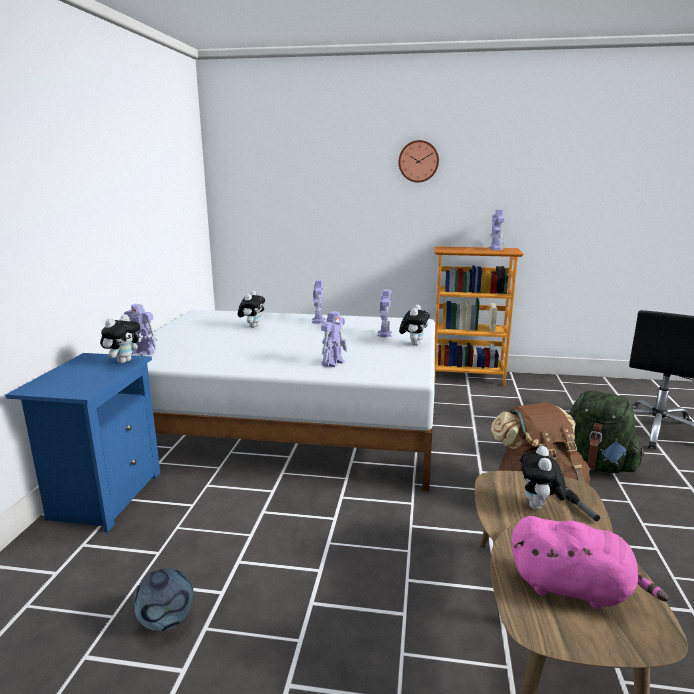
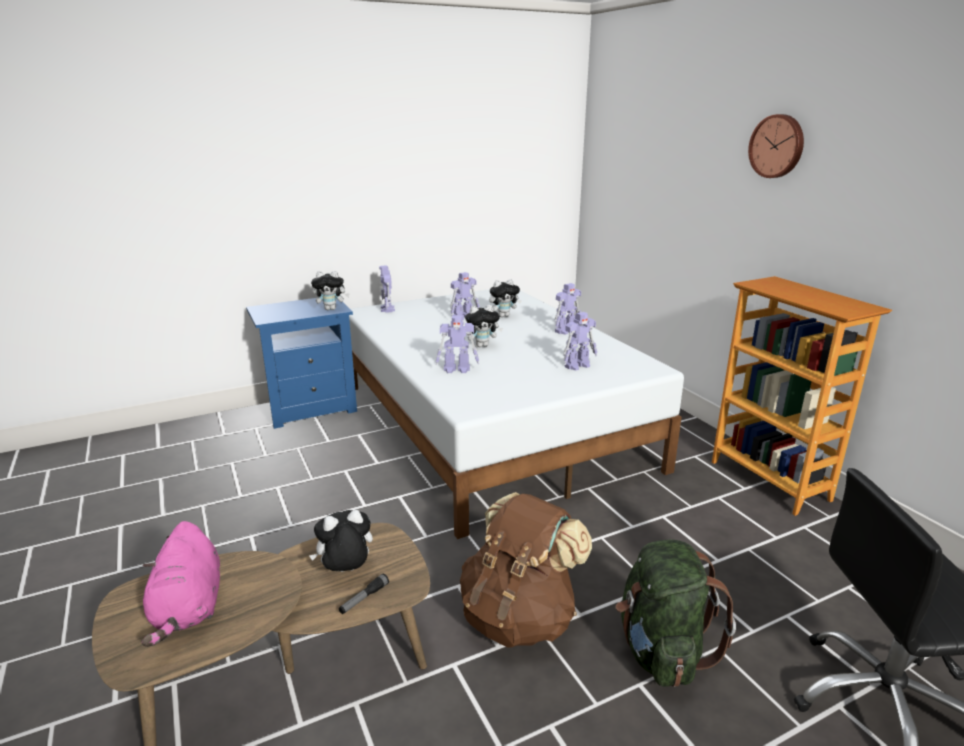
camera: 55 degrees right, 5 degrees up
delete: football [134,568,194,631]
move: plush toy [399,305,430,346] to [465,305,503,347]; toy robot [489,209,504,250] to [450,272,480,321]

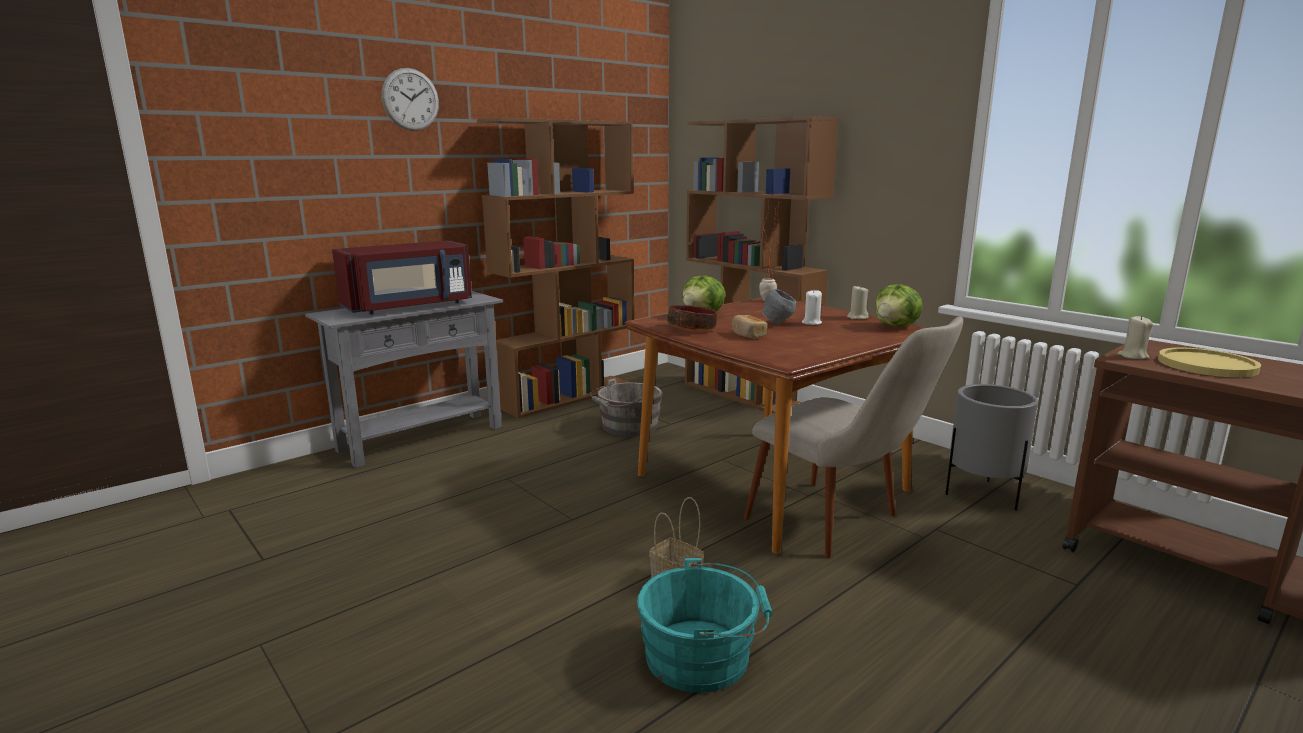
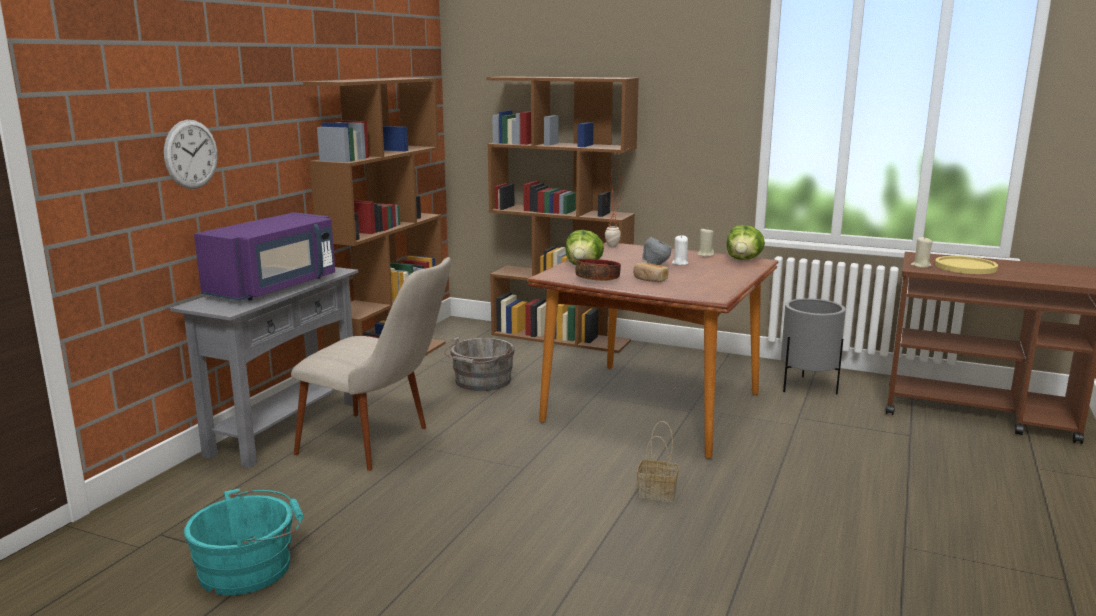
camera: 25 degrees left, 0 degrees up
move: wall clock [382,68,439,131] to [164,120,218,189]; turquoise bucket [637,558,773,693] to [184,489,304,595]; beige chair [744,317,963,558] to [291,257,451,471]
recolor: red microwave [332,240,472,314] to purple microwave [194,212,335,301]

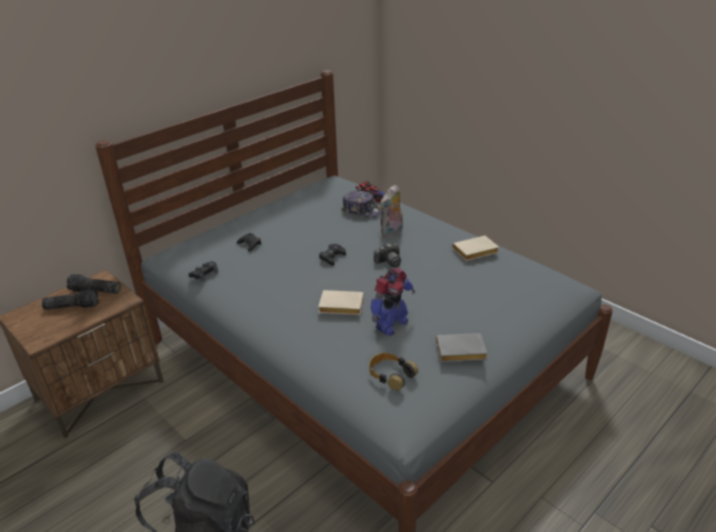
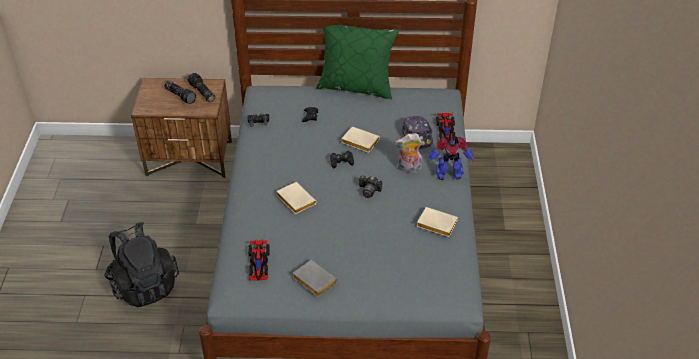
camera: 45 degrees right, 10 degrees up
insert: green pillow [316,25,399,100]; beige book [341,126,380,153]
move: toy robot [371,268,416,336] to [427,137,474,180]
replace: headphones [369,353,418,391] to toy car [248,240,270,281]

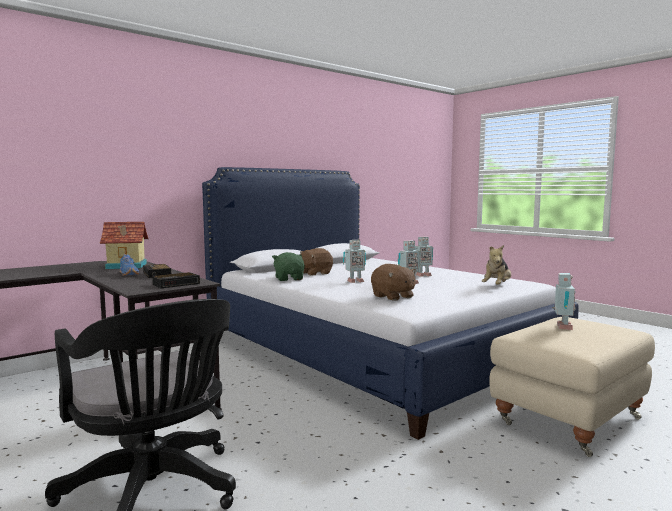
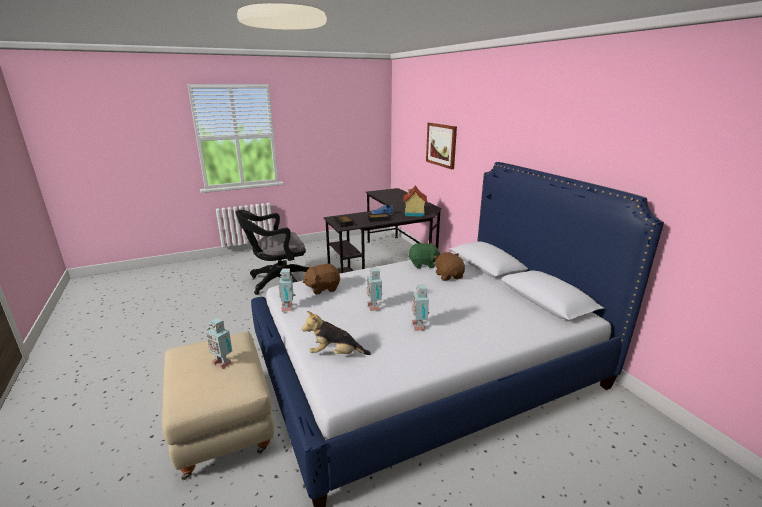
camera: 105 degrees right, 15 degrees up
insert: picture [426,123,457,169]
move: toy robot [343,240,366,283] to [279,269,295,312]
rotate: plush toy [482,245,511,285] = [302,311,371,355] 45 degrees counterclockwise

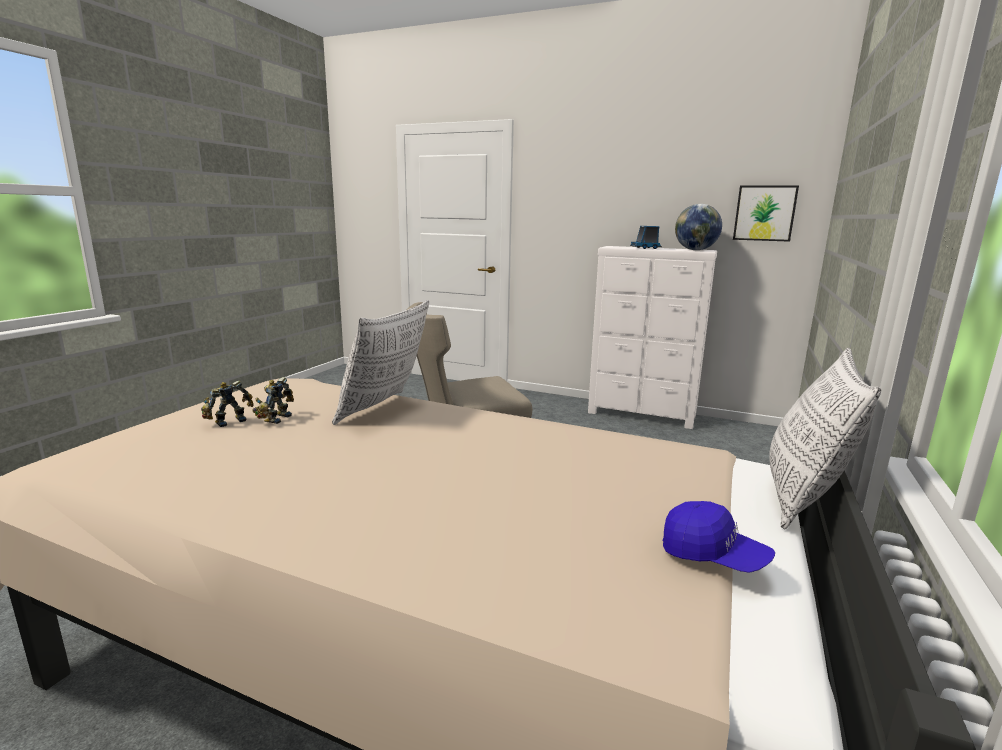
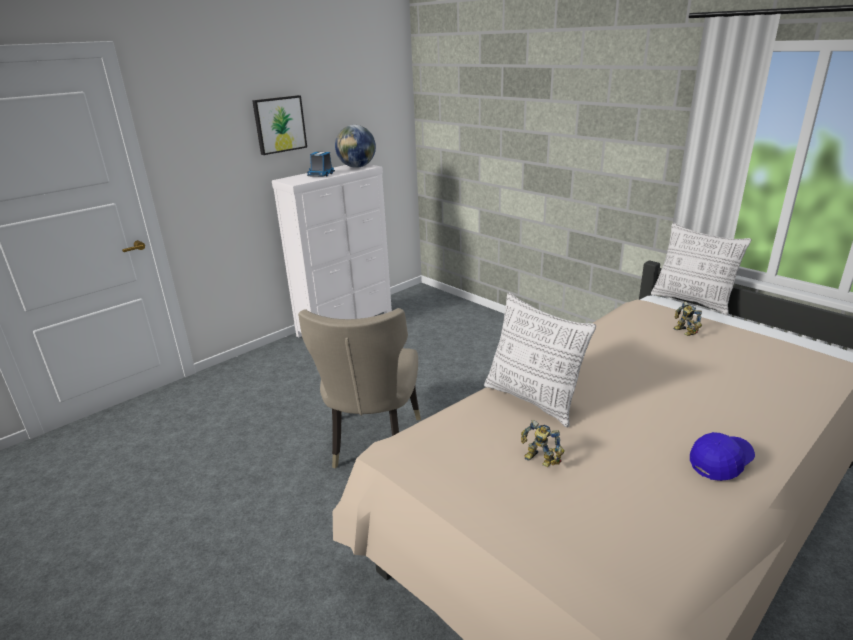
camera: 65 degrees left, 10 degrees up
move: toy robot [201,381,254,427] to [674,301,702,336]; blue cap [663,501,775,573] to [690,432,755,481]; picture [733,186,799,242] to [252,95,307,155]

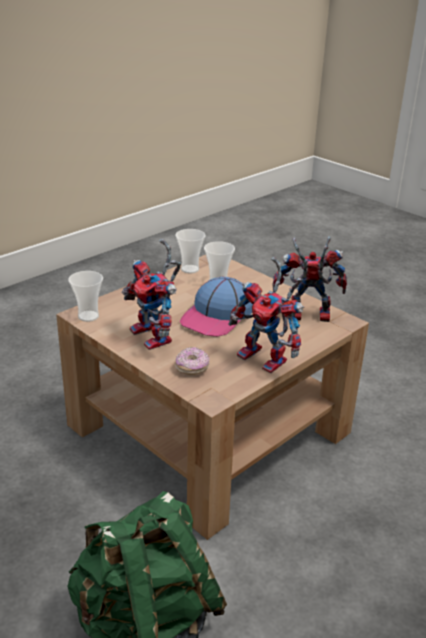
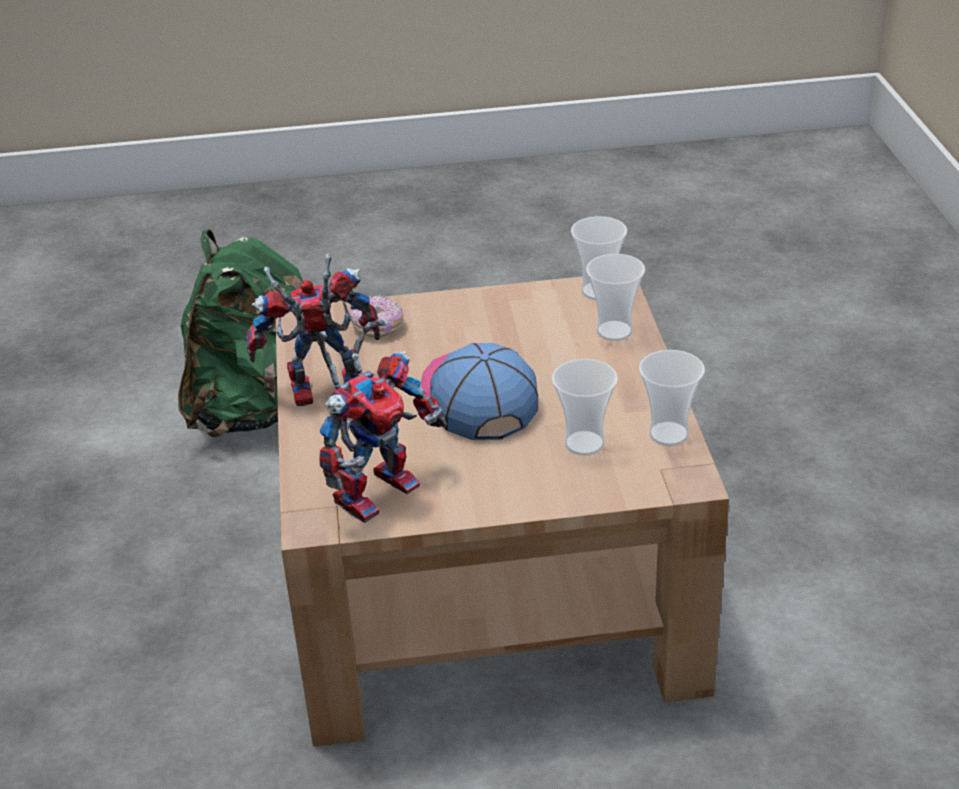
camera: 130 degrees right, 5 degrees up
delete: toy robot [122,239,181,350]
insert: cup [586,254,645,341]

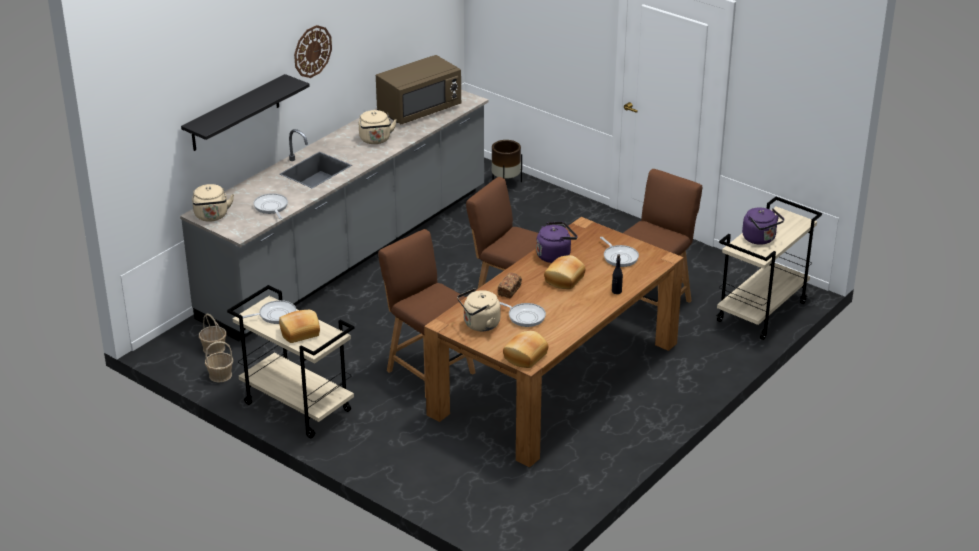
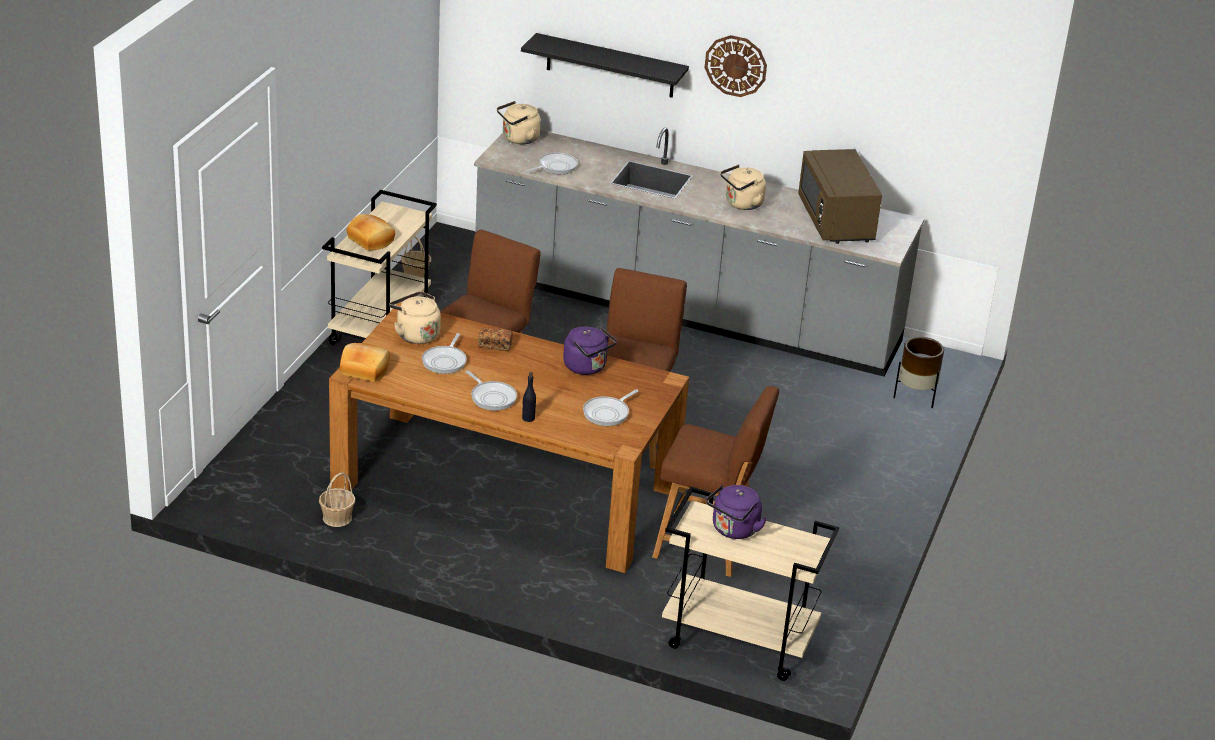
camera: 70 degrees right, 0 degrees up
delete: bread [544,255,586,289]
move: basket [199,314,226,355] to [319,472,355,527]; frying pan [243,300,296,324] to [466,370,517,411]
rotate: brown microwave [376,55,461,124] = [798,149,882,244] 45 degrees clockwise

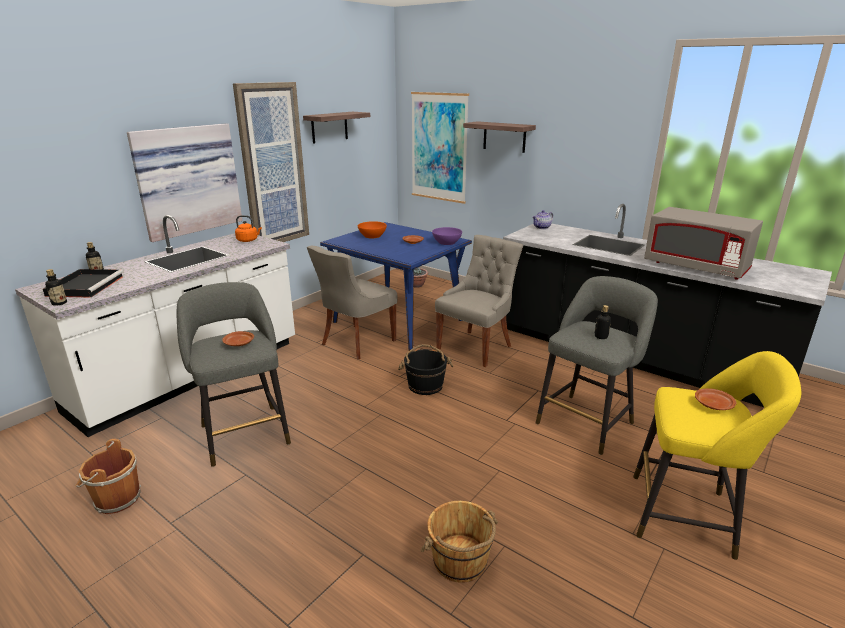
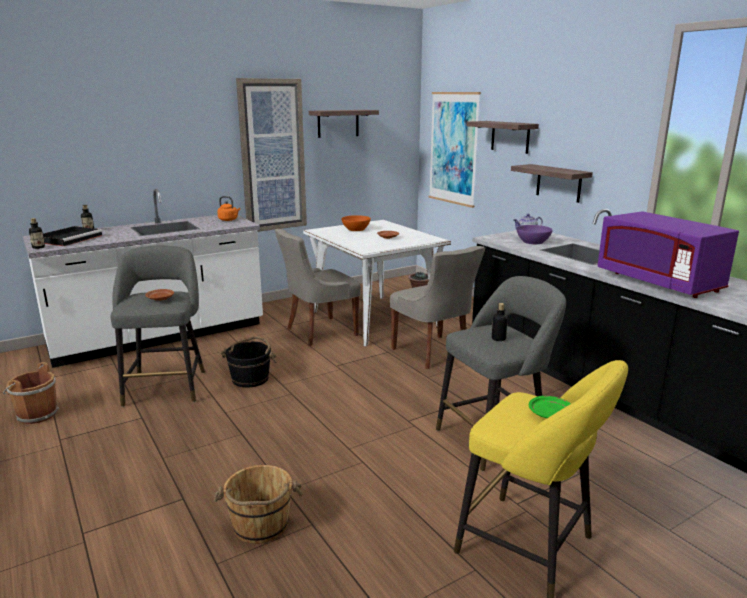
camera: 20 degrees right, 5 degrees down
delete: picture [127,123,242,242]
insert: shelf [511,164,593,203]
move: black bucket [398,344,454,395] to [221,336,276,388]; purple bowl [432,227,462,245] to [516,225,553,244]
recolor: blue dining table [320,222,472,350] to white dining table [303,220,451,346]; grey microwave [644,207,763,280] to purple microwave [598,211,739,298]; brown plate [695,388,736,410] to green plate [529,396,571,418]
rotate: grey chair [435,235,523,367] = [390,246,485,369] 90 degrees clockwise

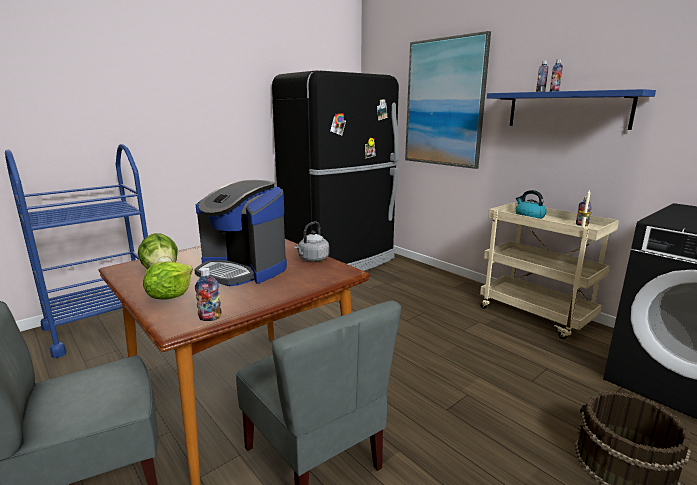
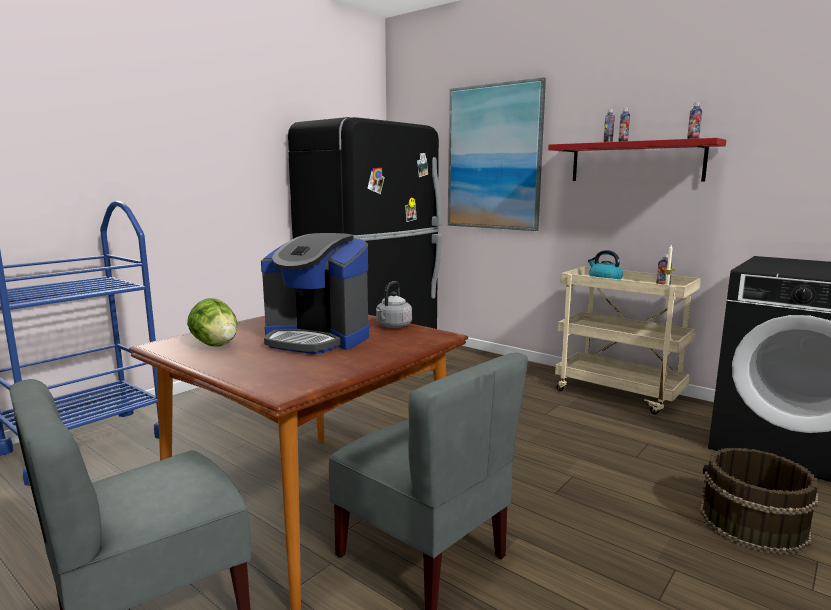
camera: 10 degrees left, 5 degrees down
delete: lettuce [143,261,193,300]
move: bottle [195,268,222,321] to [687,102,702,139]
recolor: blue shelf [487,89,656,130] to red shelf [548,138,726,182]

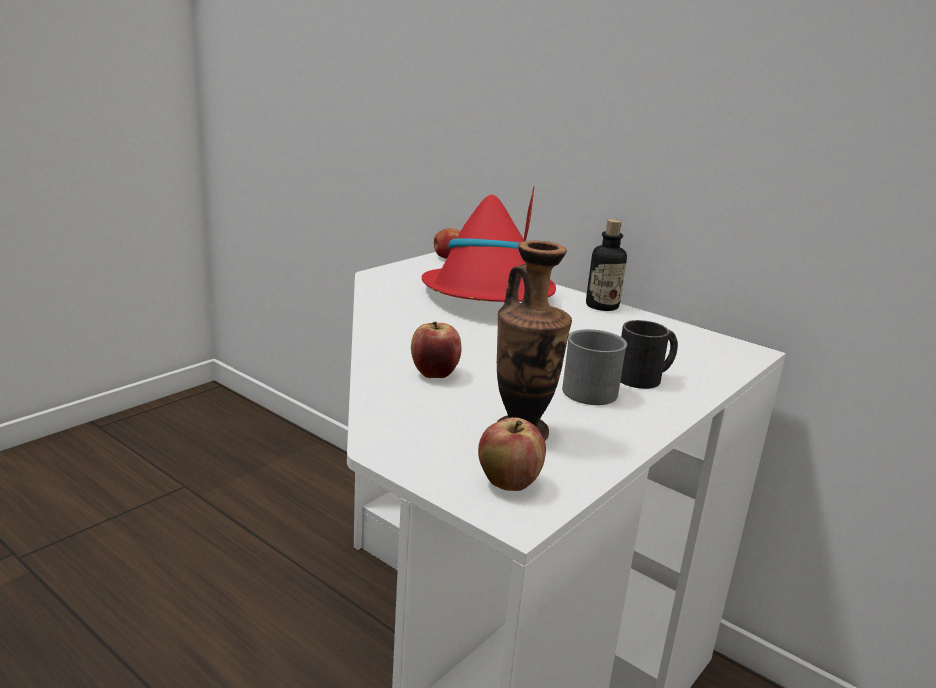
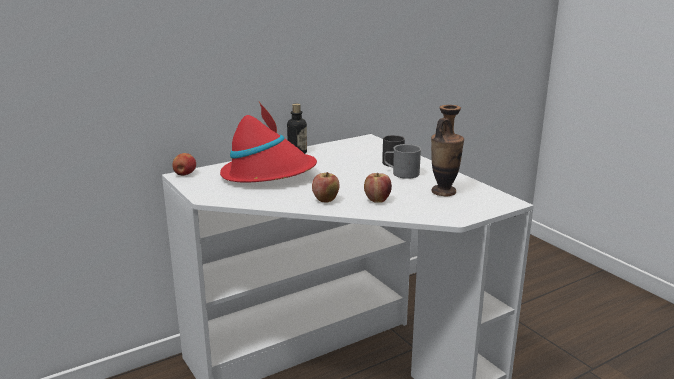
camera: 70 degrees left, 0 degrees up
move: apple [478,417,546,491] to [312,172,339,203]

